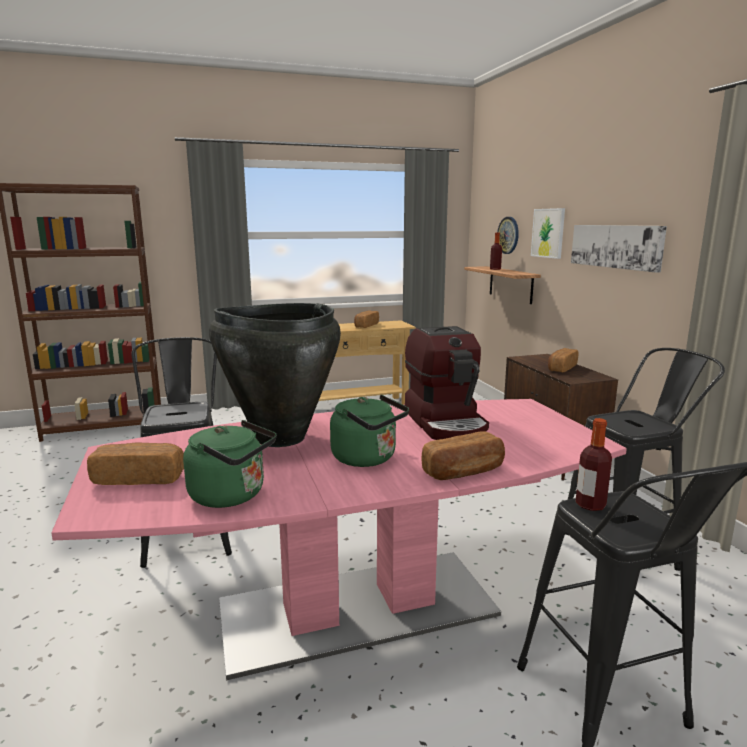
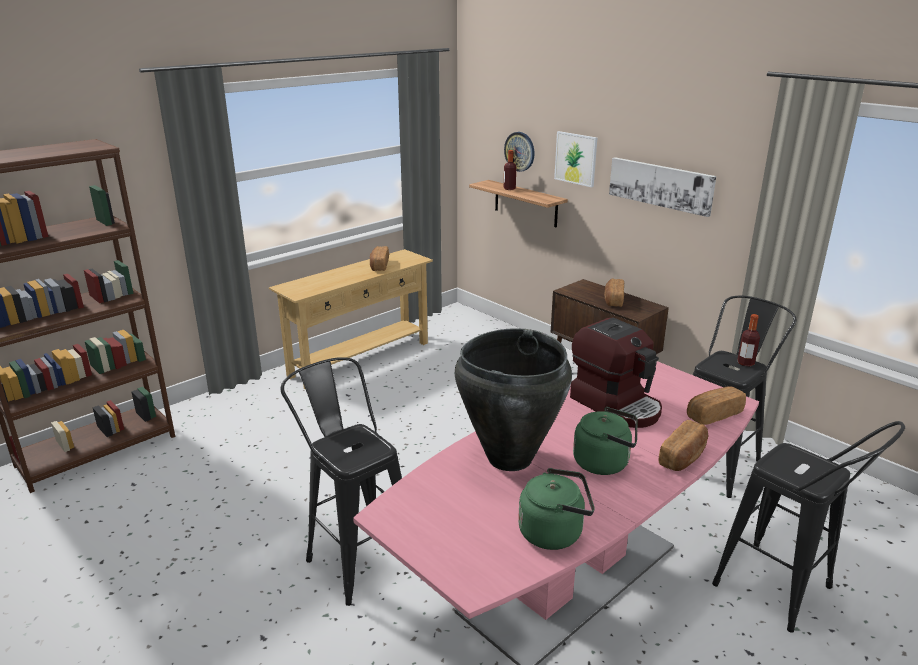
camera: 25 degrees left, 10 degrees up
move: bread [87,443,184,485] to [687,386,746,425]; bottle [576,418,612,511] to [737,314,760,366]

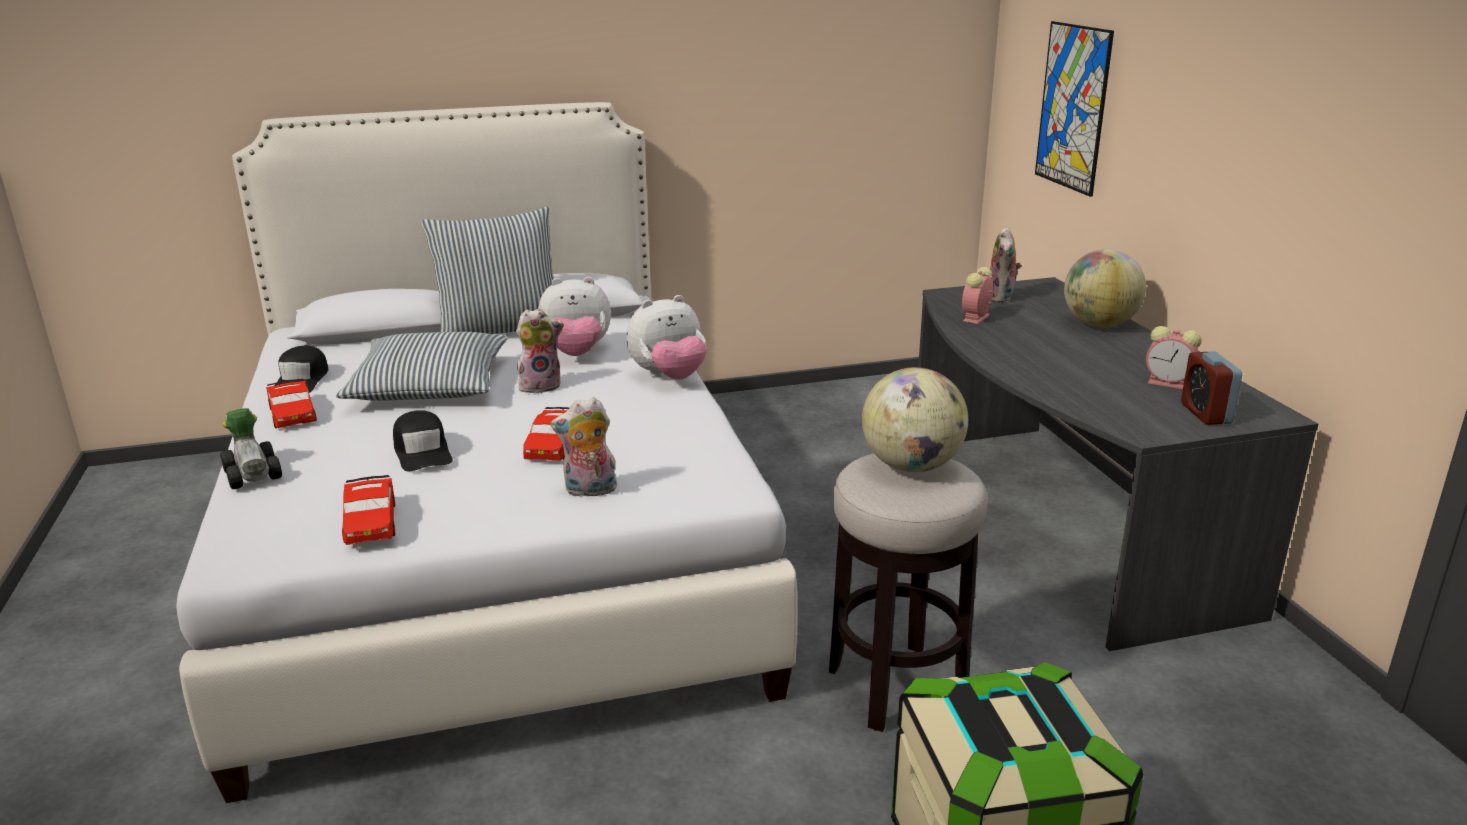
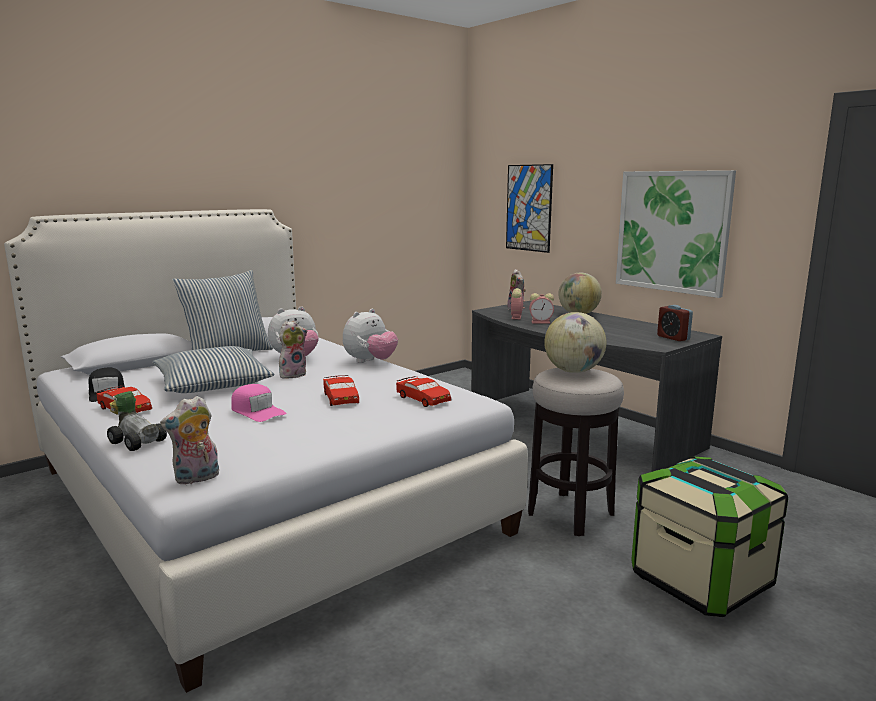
camera: 25 degrees left, 10 degrees down
insert: picture [616,170,736,298]
move: red toy car [342,475,395,545] to [396,376,451,407]; plush toy [550,397,617,497] to [160,396,219,485]; alarm clock [1146,326,1201,389] to [529,293,554,324]
recolor: black cap [393,410,453,472] to pink cap [231,384,287,422]

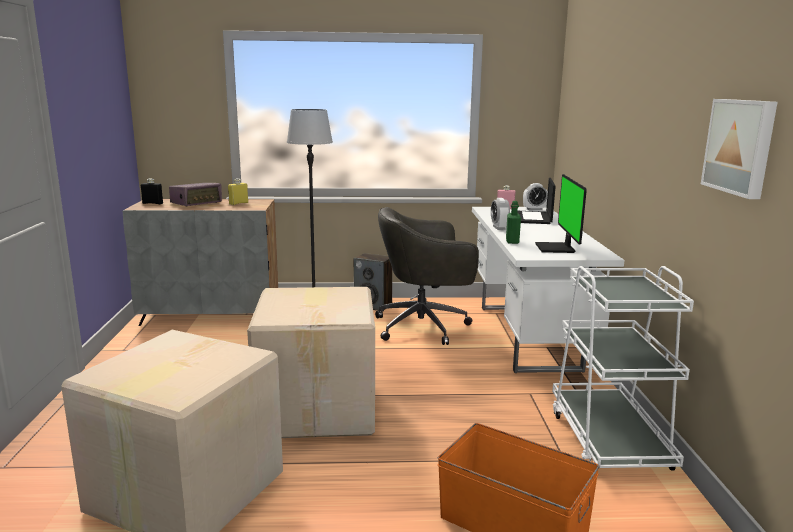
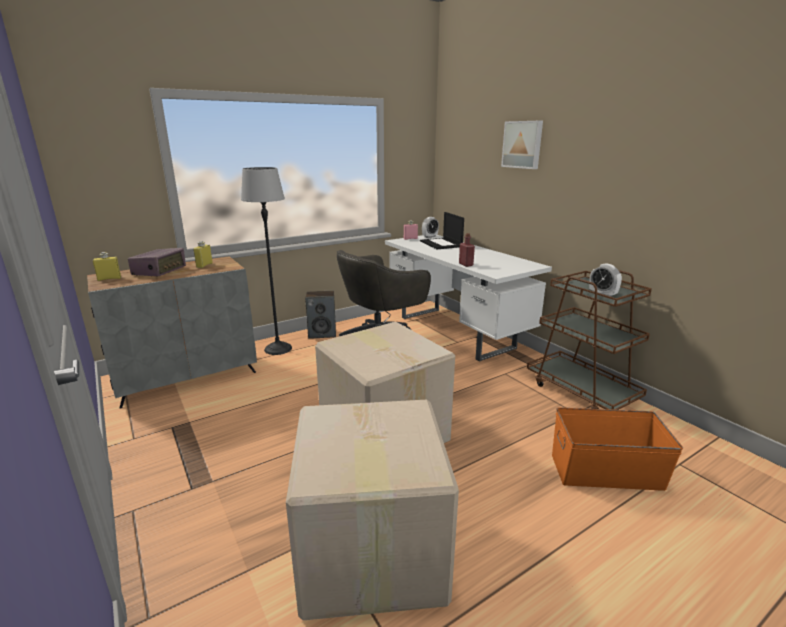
camera: 30 degrees left, 5 degrees up
delete: monitor [535,174,587,253]
move: alarm clock [491,198,510,230] to [589,263,622,297]; picture [701,99,778,199] to [501,121,543,169]
recolor: black bottle [141,178,163,204] to yellow bottle [93,252,121,281]; green bottle [506,201,521,244] to red bottle [459,233,475,267]; white cart [552,266,694,470] to brown cart [527,270,652,410]

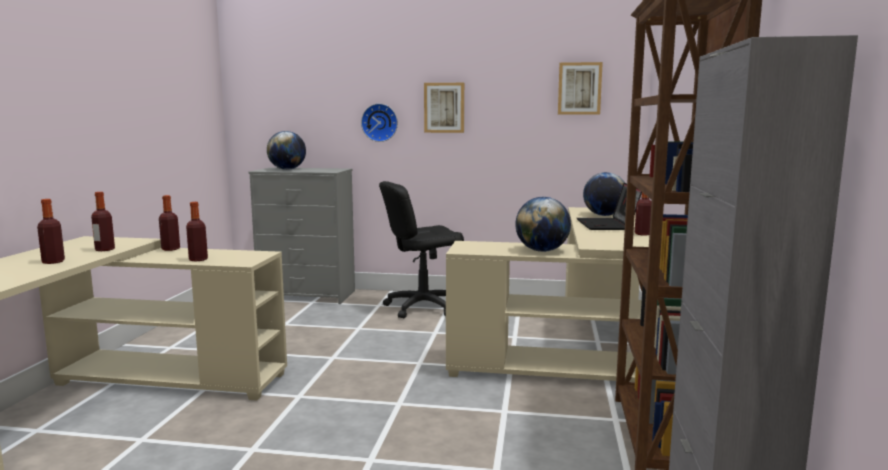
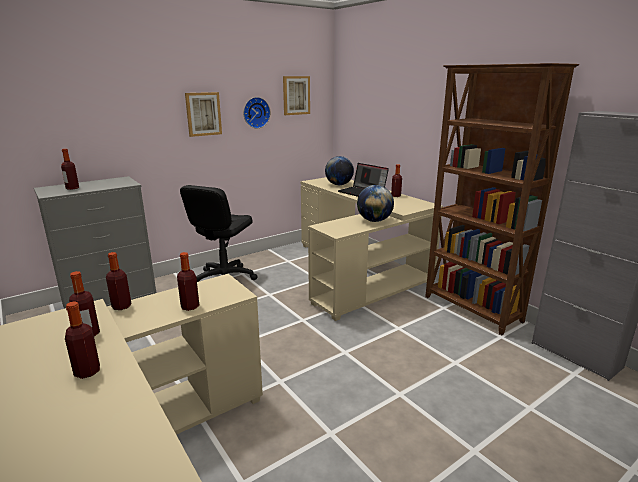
camera: 45 degrees left, 10 degrees up
move: wall clock [361,103,398,142] to [243,97,270,128]
replace: globe [267,131,306,170] to bottle [61,149,79,190]

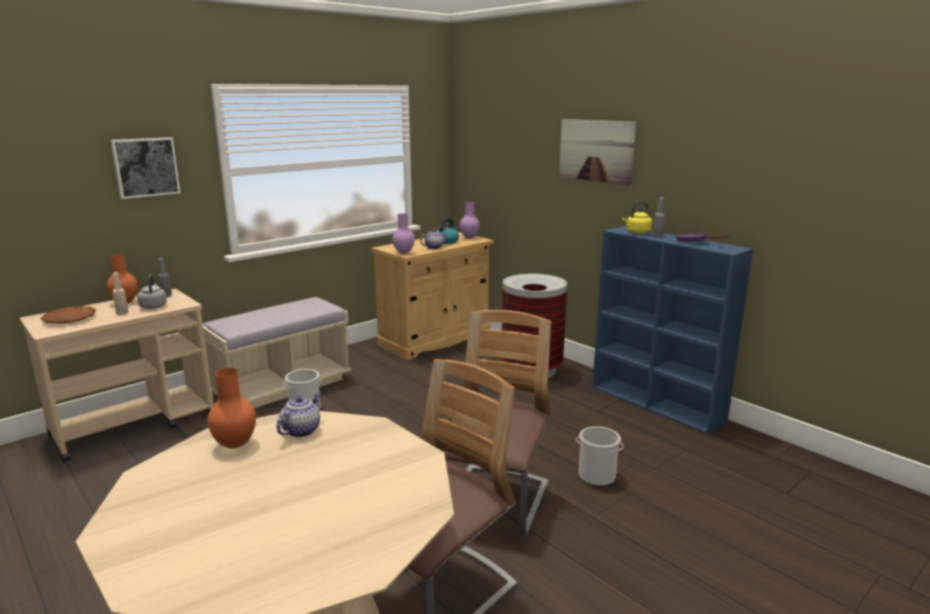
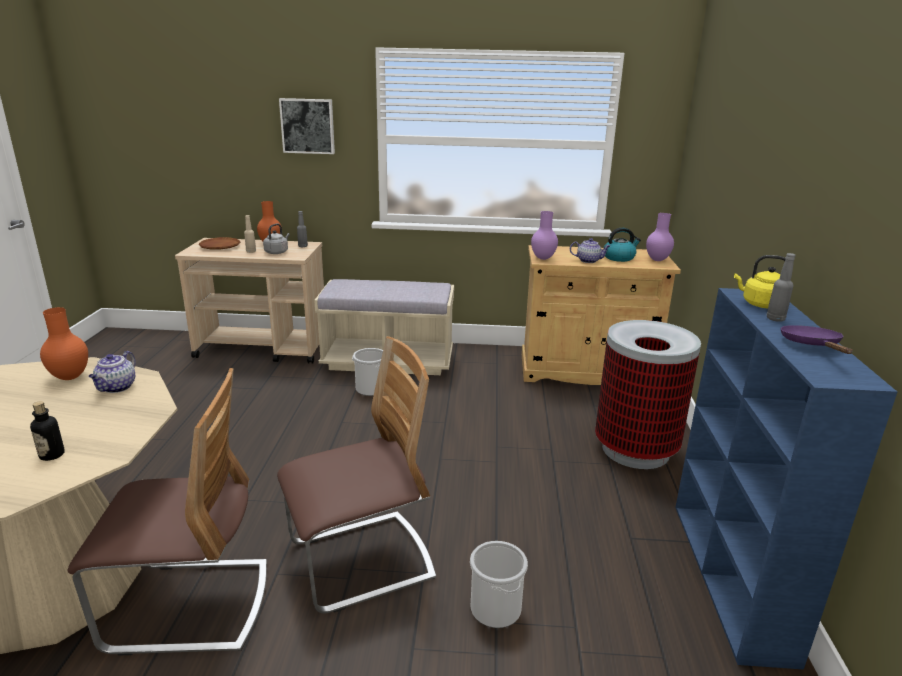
camera: 45 degrees right, 5 degrees up
delete: picture [559,119,636,185]
insert: bottle [30,401,65,461]
rotate: teapot [276,393,321,437] = [88,351,135,393] 120 degrees clockwise

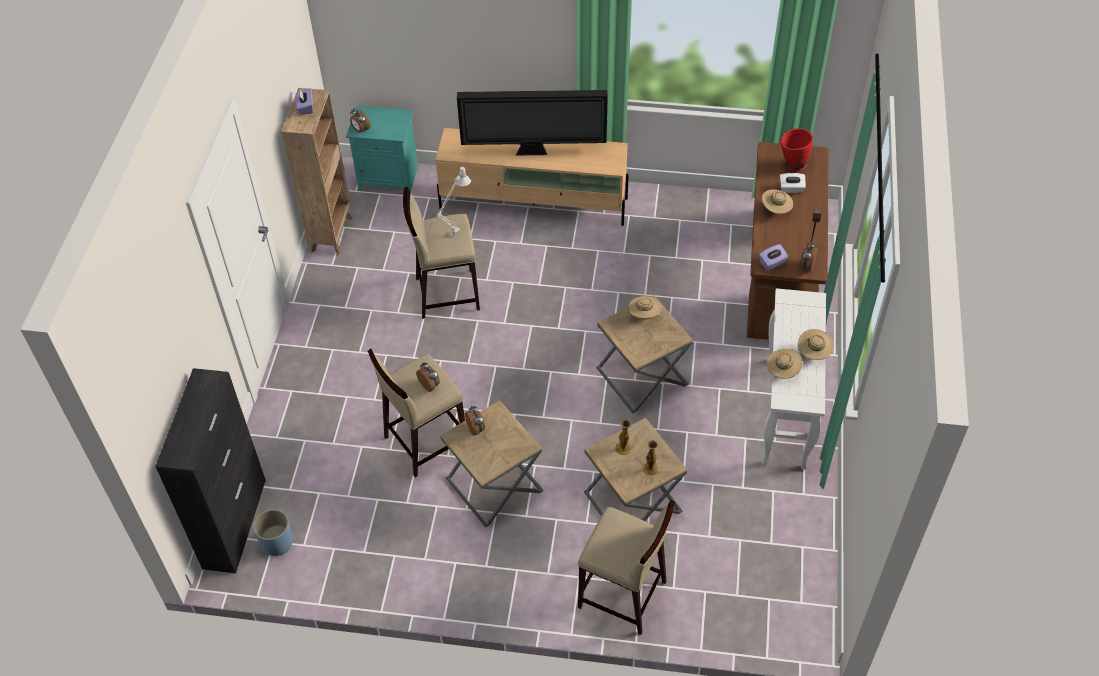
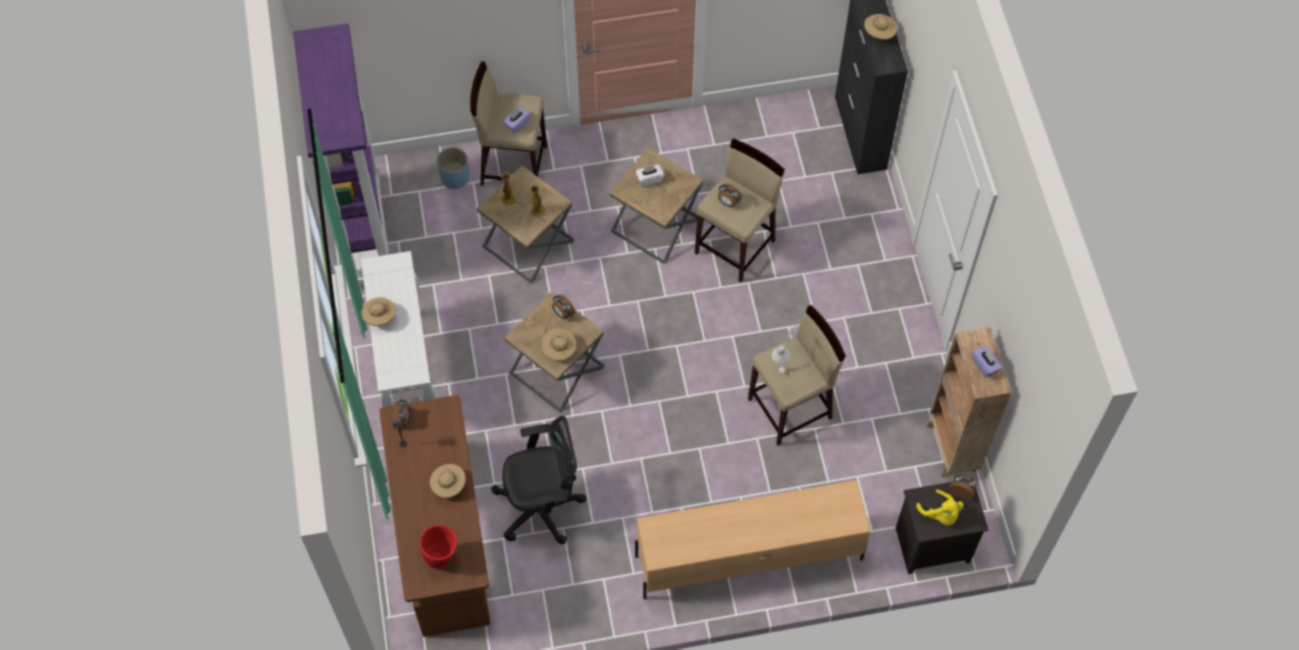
camera: 160 degrees right, 10 degrees up
delete: television [457,90,608,155]
insert: purple bookcase [293,23,389,289]; black office chair [491,416,586,544]; yellow plush toy [916,490,964,525]
move: blue planter [253,509,293,556] to [437,147,469,189]; alarm clock [465,406,485,436] to [552,295,576,319]; purple tissue box [759,244,788,270] to [503,107,531,133]; beige hat [766,349,803,379] to [864,14,897,40]; white tissue box [780,173,806,193] to [635,165,664,187]
recolor: turquoise nightstand [346,105,418,193] to black nightstand [896,478,988,574]

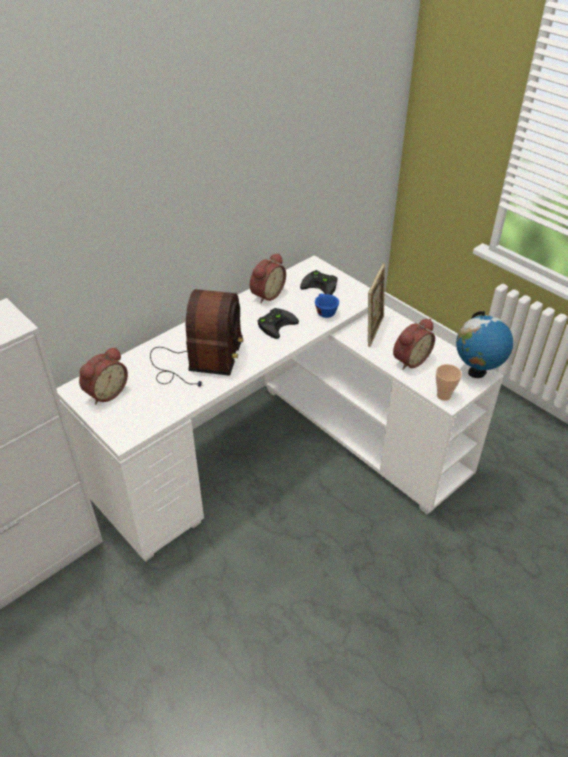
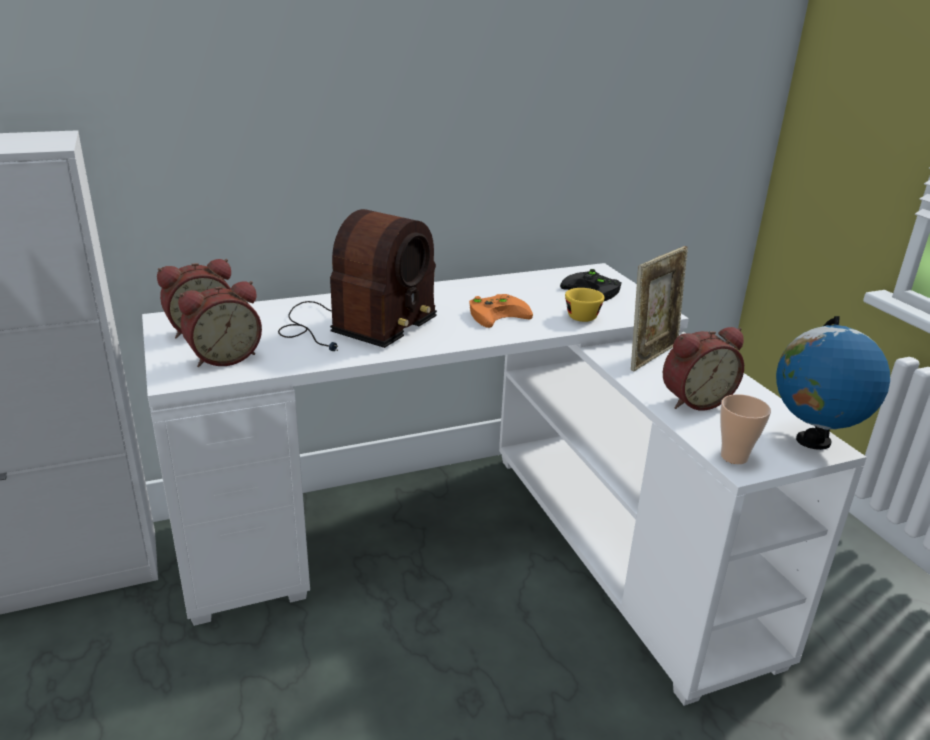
camera: 20 degrees right, 15 degrees down
move: alarm clock [250,253,286,303] to [178,281,262,367]
recolor: black game controller [258,308,299,339] to orange game controller [469,294,533,328]; blue cup [315,293,339,318] to yellow cup [565,288,604,322]

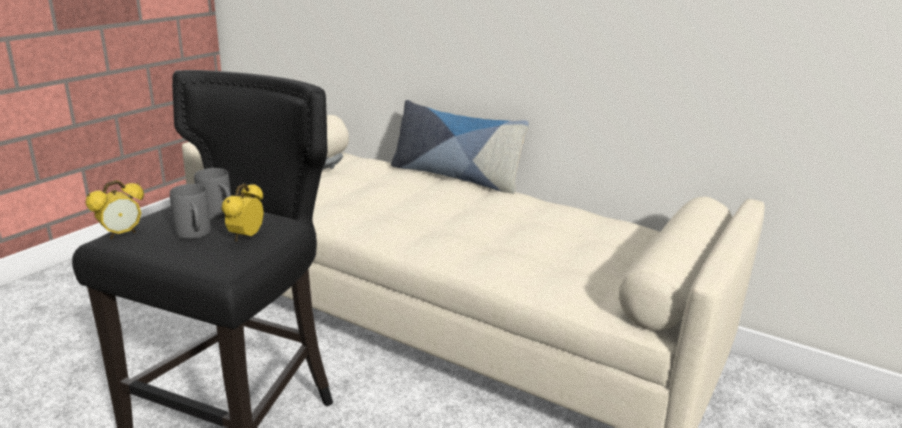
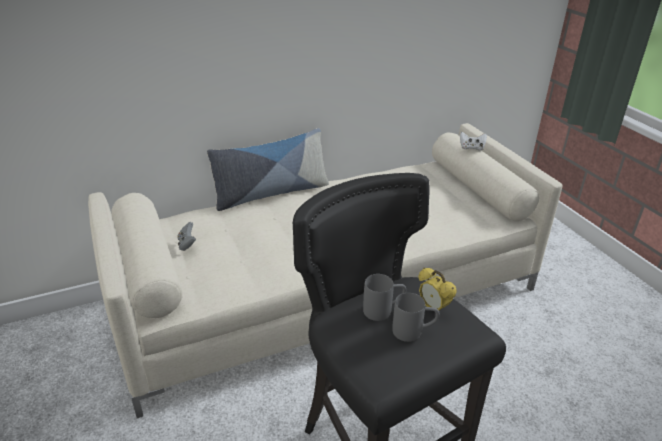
camera: 55 degrees left, 10 degrees up
delete: alarm clock [85,180,144,239]
insert: white game controller [460,132,487,150]

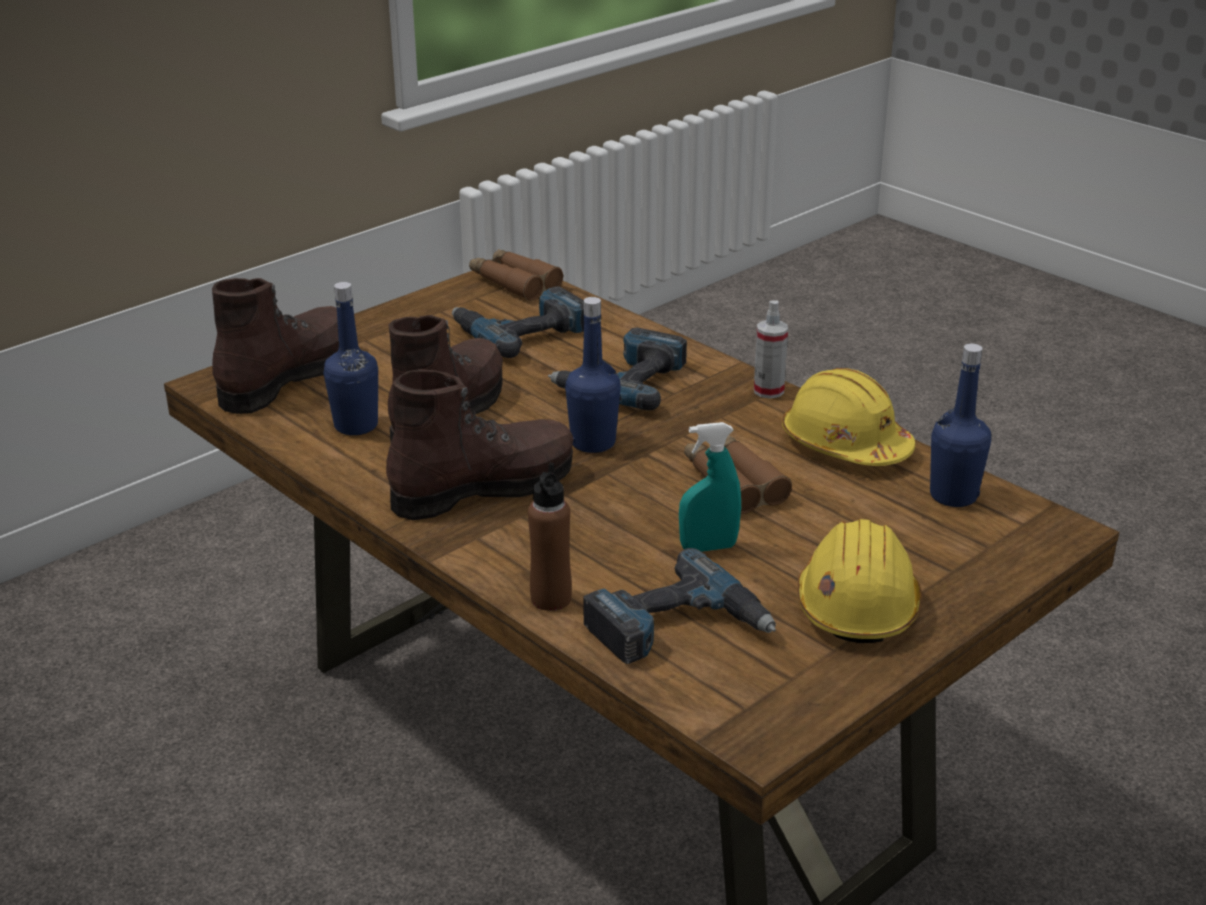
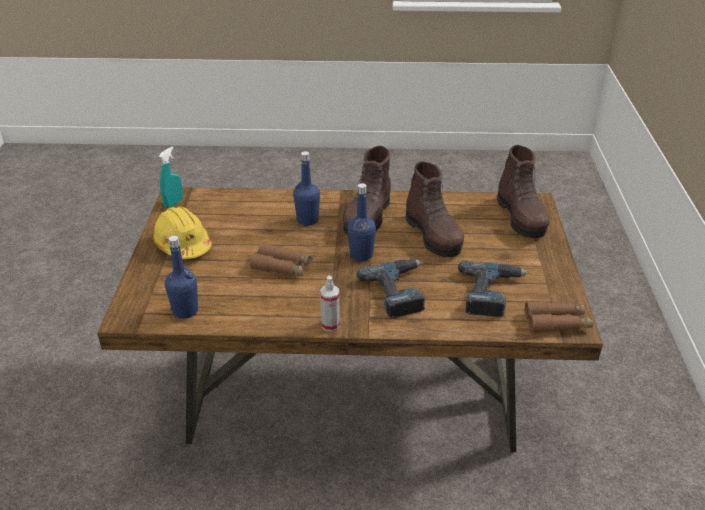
camera: 135 degrees right, 5 degrees up
delete: brown bottle [528,463,572,611]; power drill [583,548,776,664]; yellow hard hat [782,368,915,466]
move: blue bottle [324,282,378,435] to [293,151,320,226]; turquoise spray bottle [679,422,741,552] to [159,147,183,208]

